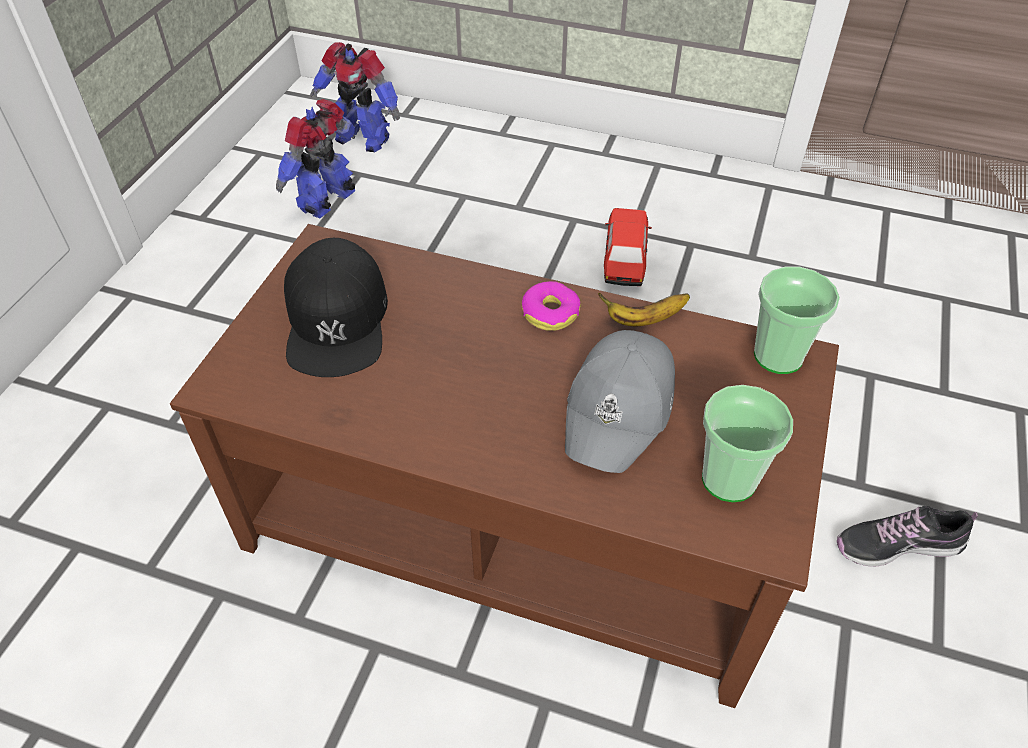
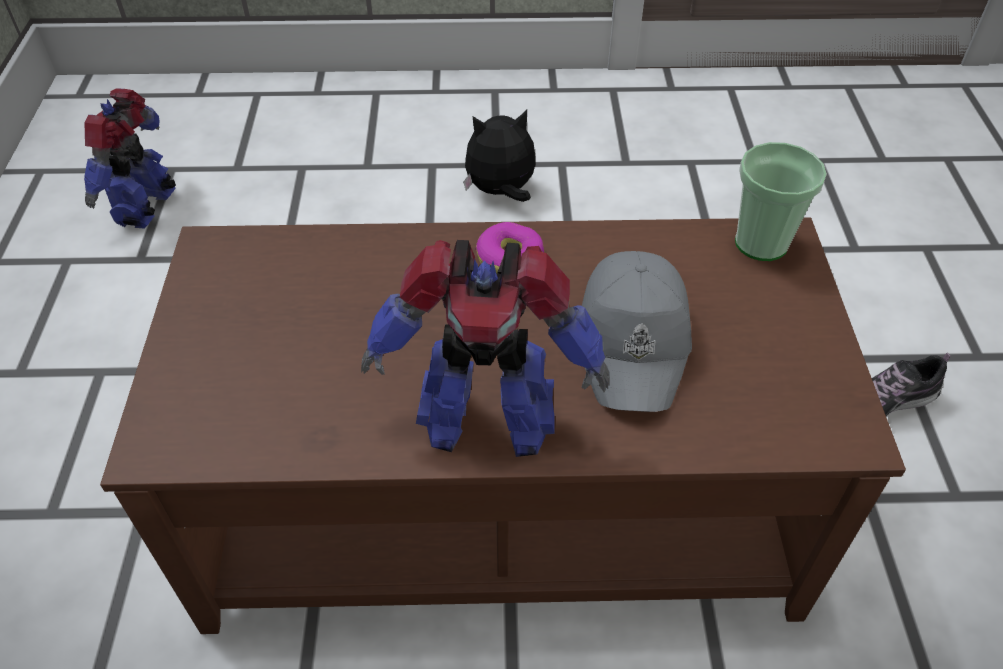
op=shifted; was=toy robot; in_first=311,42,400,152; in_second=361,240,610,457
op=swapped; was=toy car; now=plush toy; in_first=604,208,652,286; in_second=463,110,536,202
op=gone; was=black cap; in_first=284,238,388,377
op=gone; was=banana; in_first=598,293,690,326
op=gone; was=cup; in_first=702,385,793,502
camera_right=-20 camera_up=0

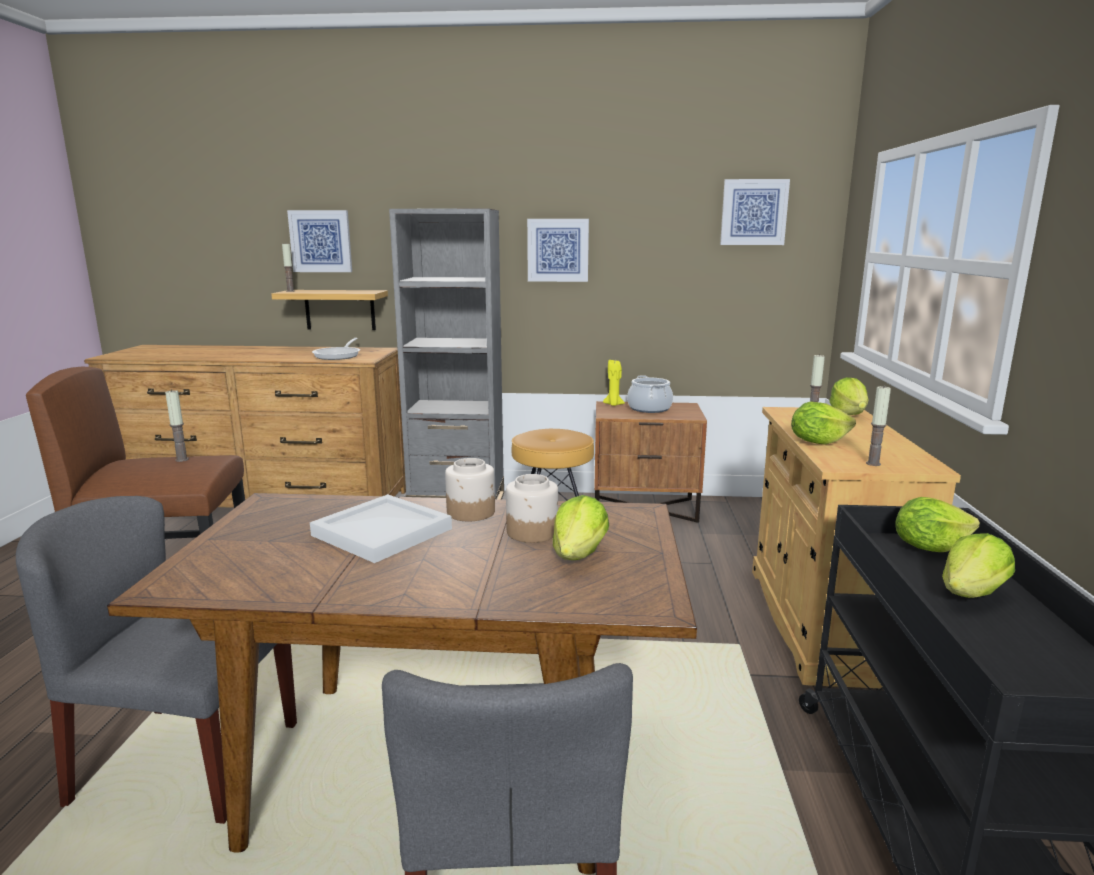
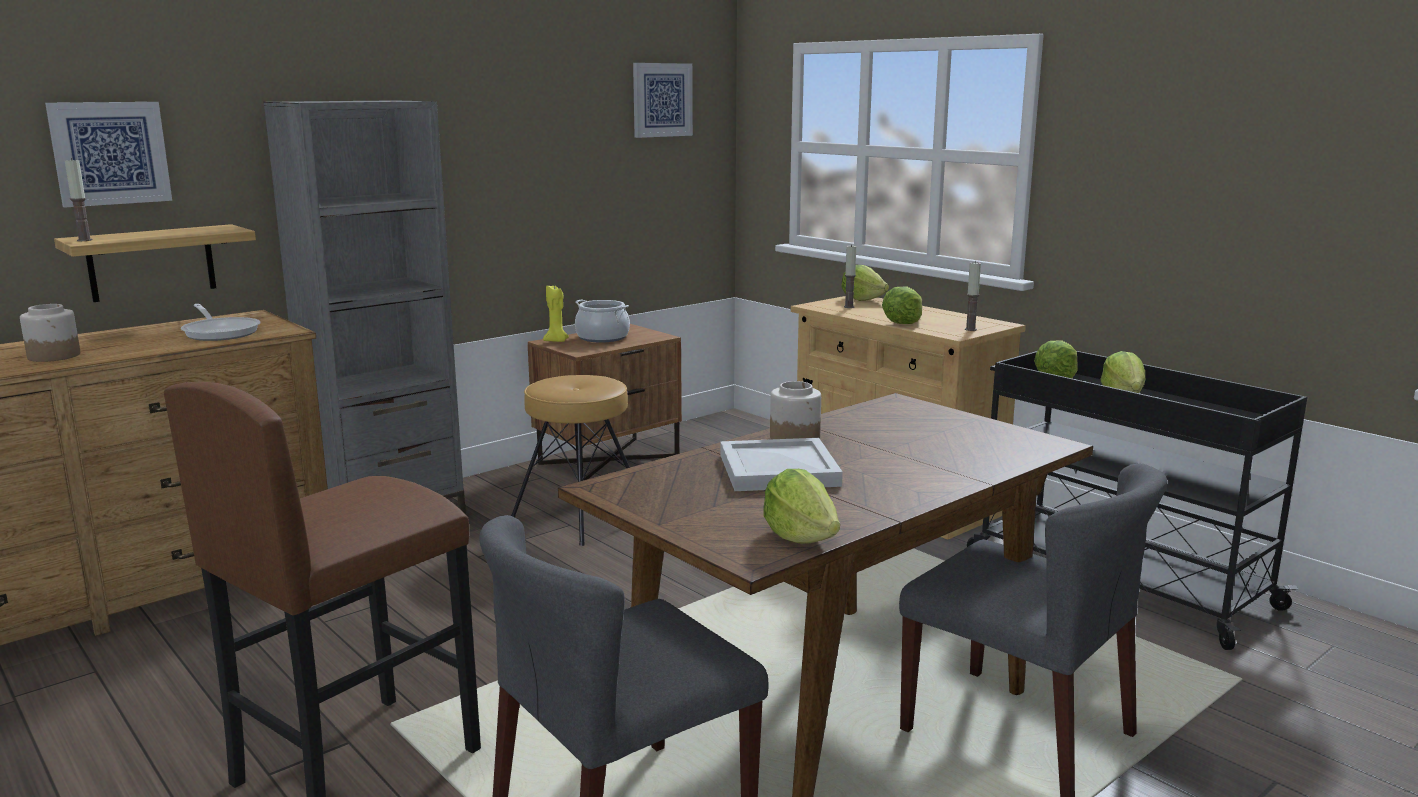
op=shifted; was=jar; in_first=506,474,558,543; in_second=20,304,80,362
op=shifted; was=lettuce; in_first=553,495,609,560; in_second=764,469,840,544
op=gone; was=candle; in_first=165,389,189,462
op=gone; was=picture; in_first=527,219,589,282
camera_right=-45 camera_up=0

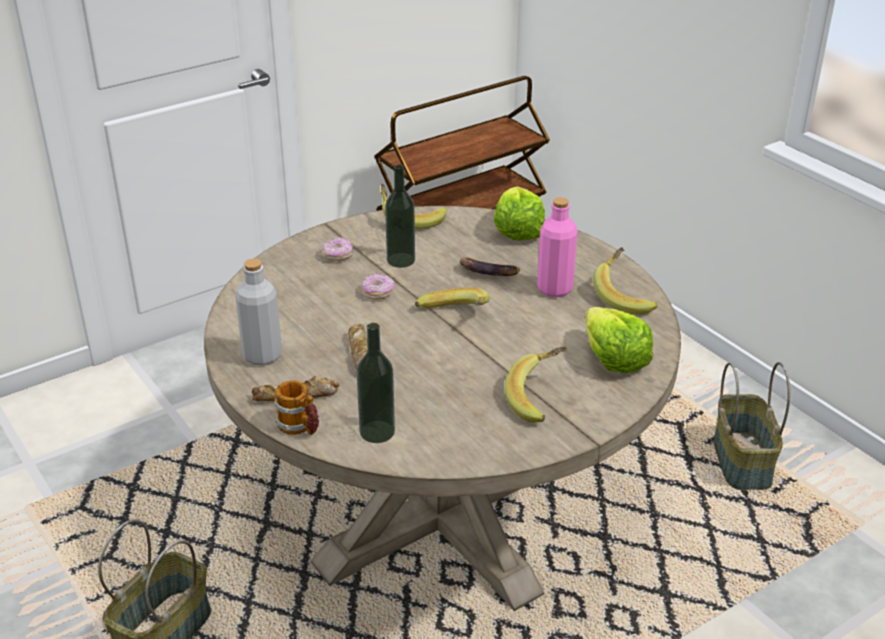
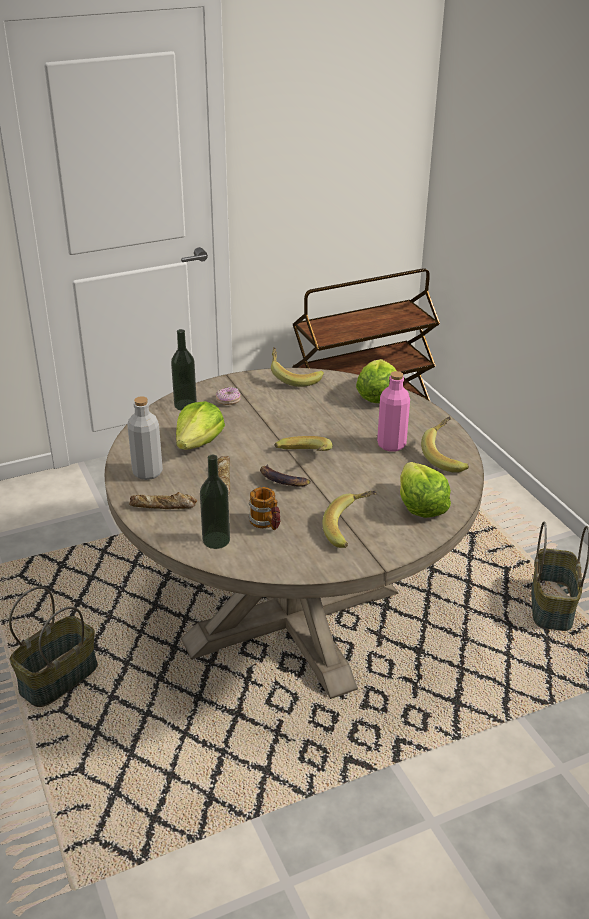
op=shifted; was=bottle; in_first=385,164,415,268; in_second=171,329,197,411
op=new; now=lettuce; in_second=176,401,225,450
op=shifted; was=mug; in_first=274,380,319,435; in_second=248,487,281,530
op=shifted; was=banana; in_first=460,257,520,276; in_second=260,464,311,487
op=gone; was=donut; in_first=362,274,395,300
camera_right=10 camera_up=0

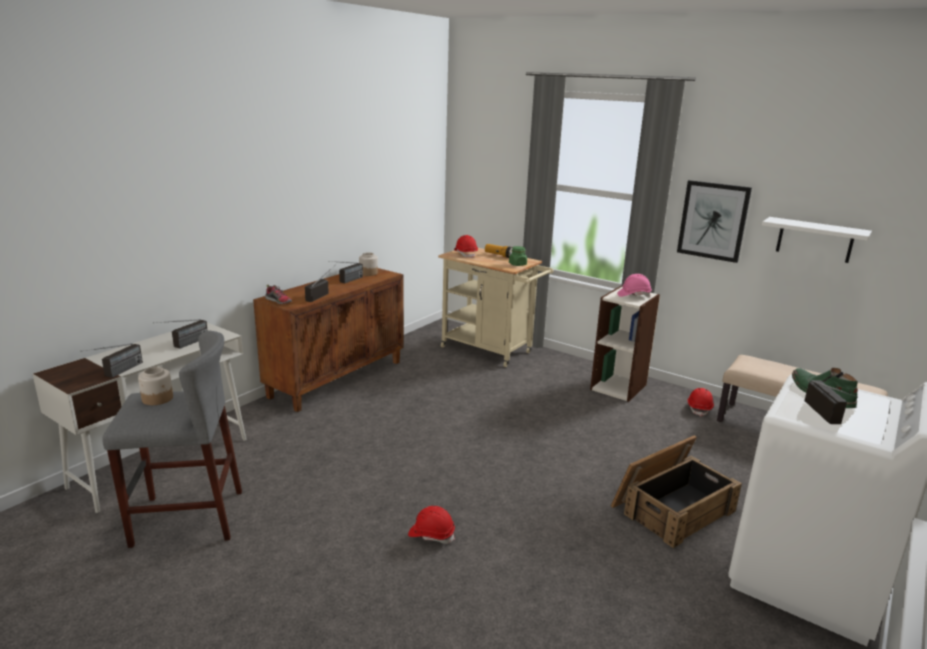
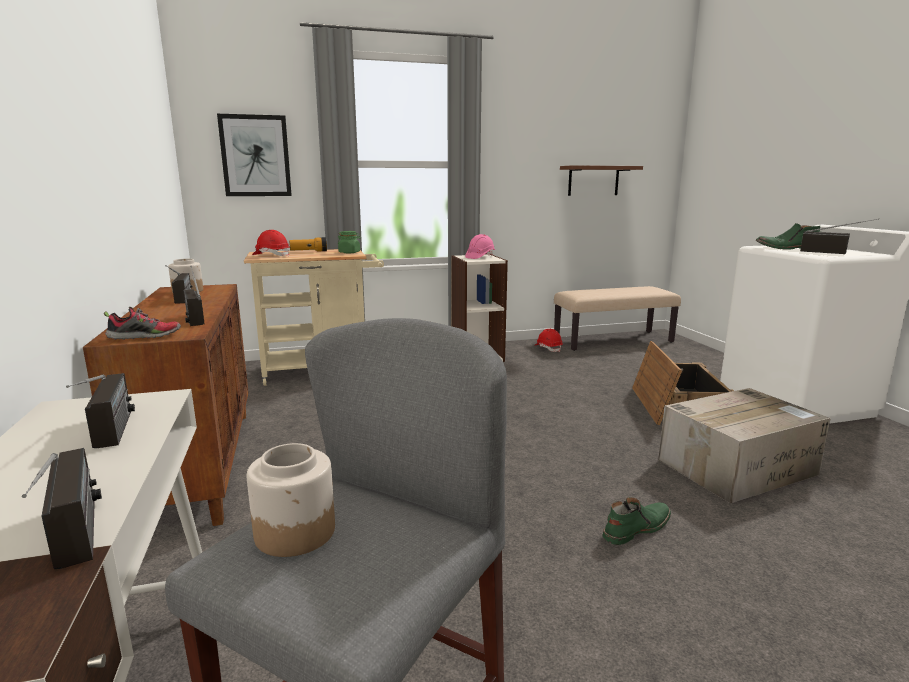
op=shifted; was=picture; in_first=677,180,752,263; in_second=217,114,292,196
op=repainted; was=white shelf; now=brown shelf; in_first=762,217,872,263; in_second=560,165,643,196
op=swapped; was=red hard hat; now=green boot; in_first=408,506,455,544; in_second=602,497,671,545
op=new; now=cardboard box; in_second=658,388,831,503
camera_right=-50 camera_up=-5

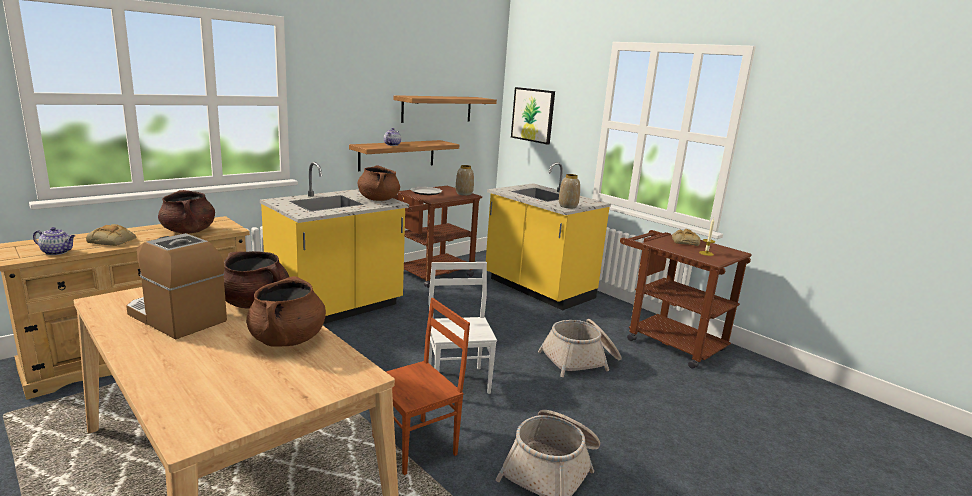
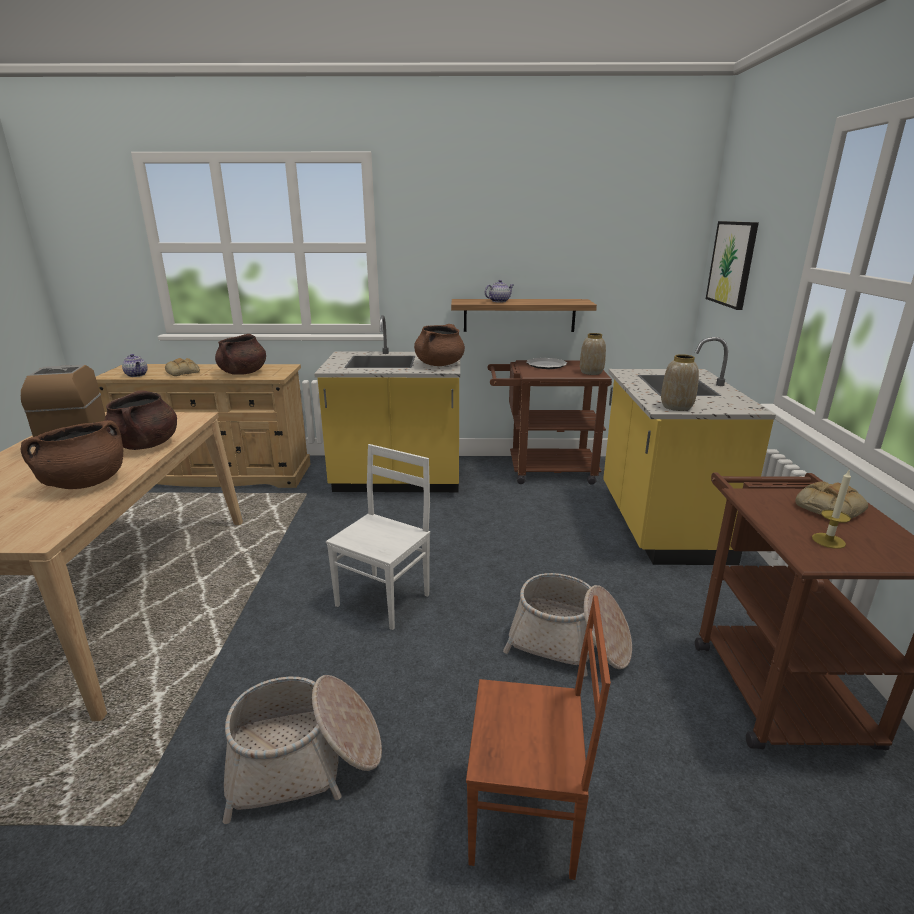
op=shifted; was=brown chair; in_first=372,298,470,475; in_second=466,595,611,880
op=gone; was=shelf; in_first=393,95,497,123
camera_right=45 camera_up=5

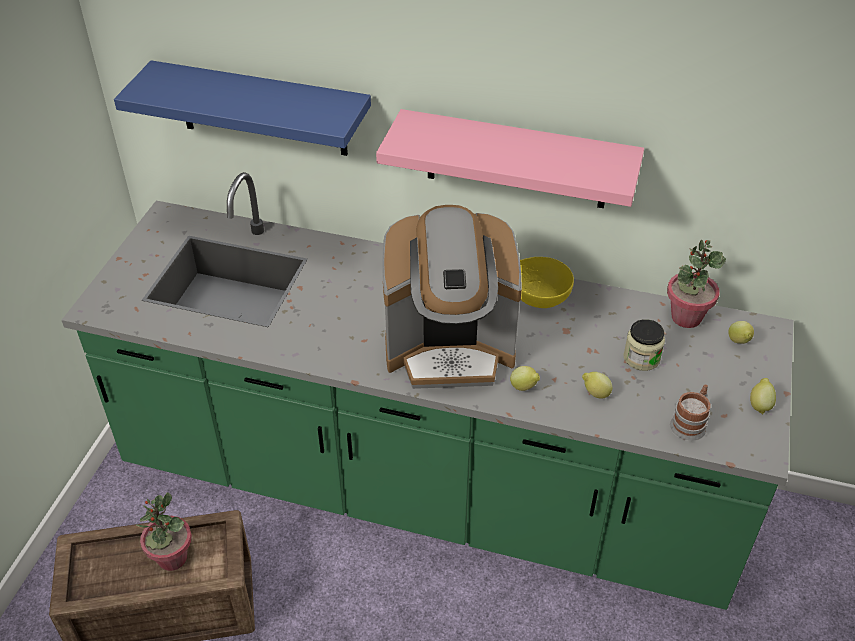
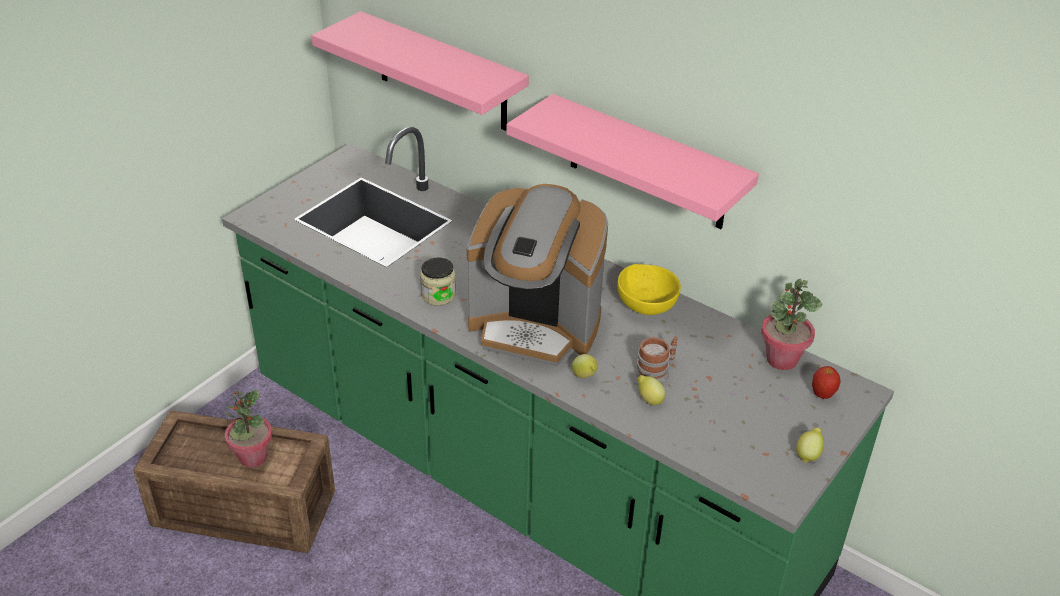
op=repainted; was=blue shelf; now=pink shelf; in_first=114,60,371,156; in_second=311,11,529,131
op=shifted; was=jar; in_first=623,319,665,371; in_second=420,257,456,306
op=shifted; was=mug; in_first=670,384,711,441; in_second=635,336,678,383
op=swapped; was=lemon; now=apple; in_first=728,321,754,344; in_second=812,366,841,399
camera_right=20 camera_up=-5

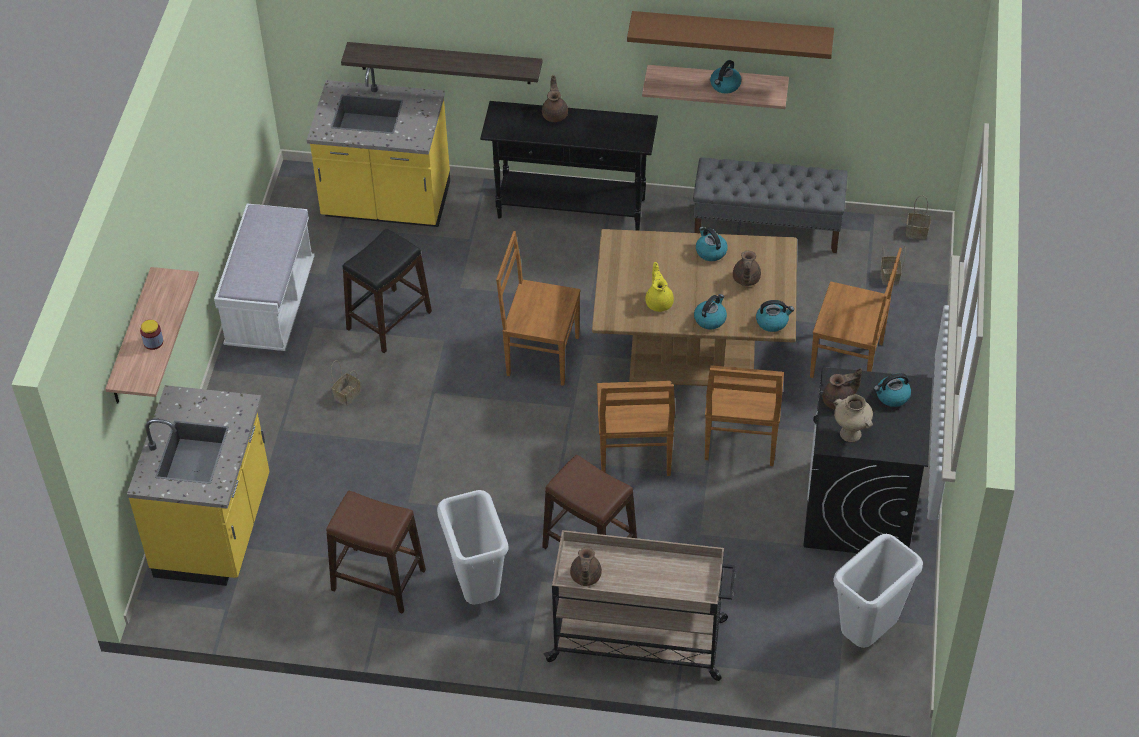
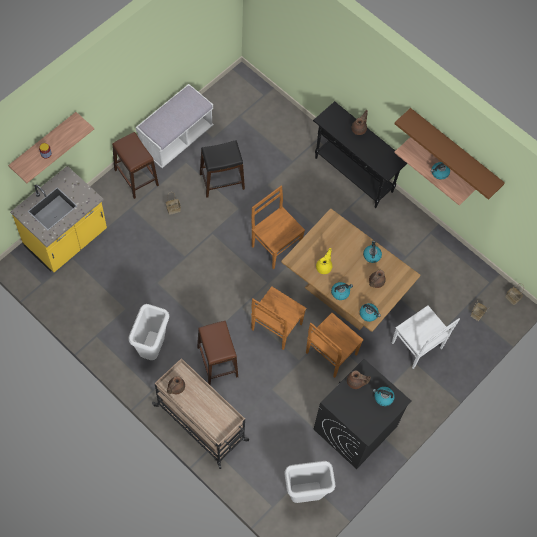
op=shifted; was=brown stool; in_first=326,491,426,614; in_second=112,132,159,199
op=repainted; was=brown chair; now=white chair; in_first=810,248,902,378; in_second=392,305,460,369
op=gone; was=yellow counter; in_first=307,68,450,227
op=gone; was=shelf; in_first=341,42,542,84
op=gone; was=grey bench; in_first=693,157,848,253
op=gone; was=beige vase; in_first=834,394,873,442
camera_right=30 camera_up=15

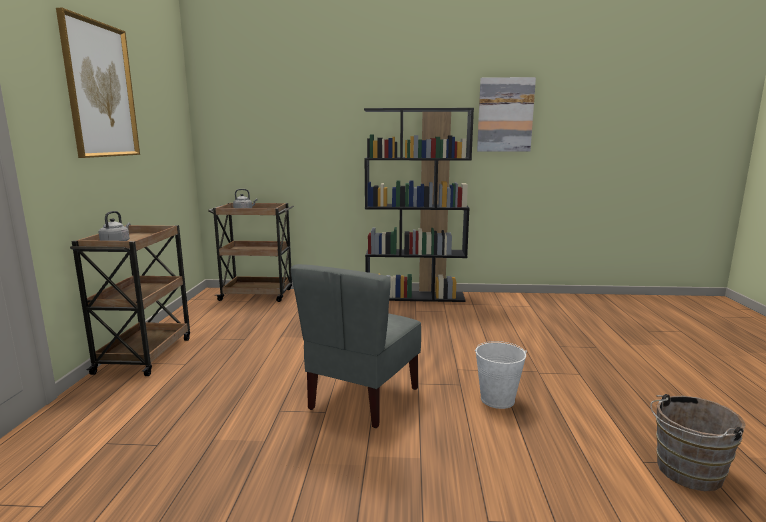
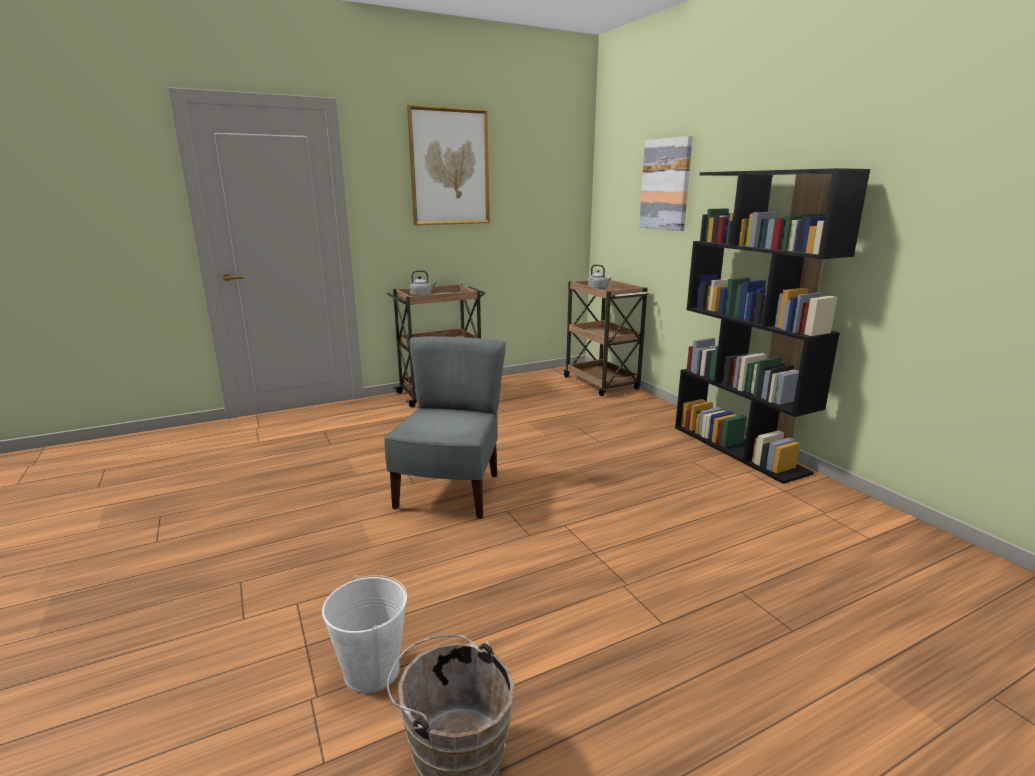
op=shifted; was=white bucket; in_first=475,341,527,409; in_second=322,575,407,694
op=rotated; was=grey chair; in_first=291,264,421,428; in_second=385,336,506,519; clockwise=105
op=shifted; was=picture; in_first=477,77,536,152; in_second=639,136,693,231
camera_right=60 camera_up=5

